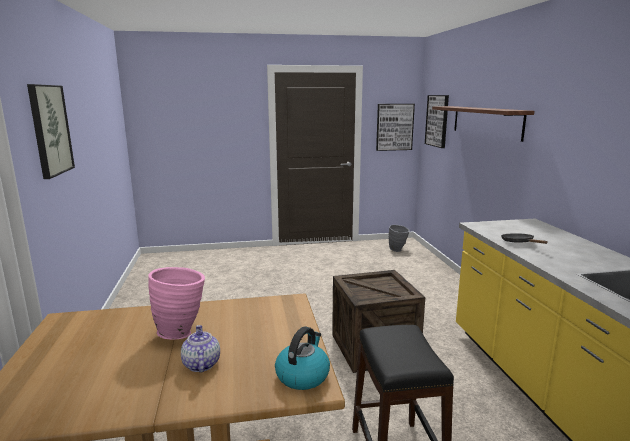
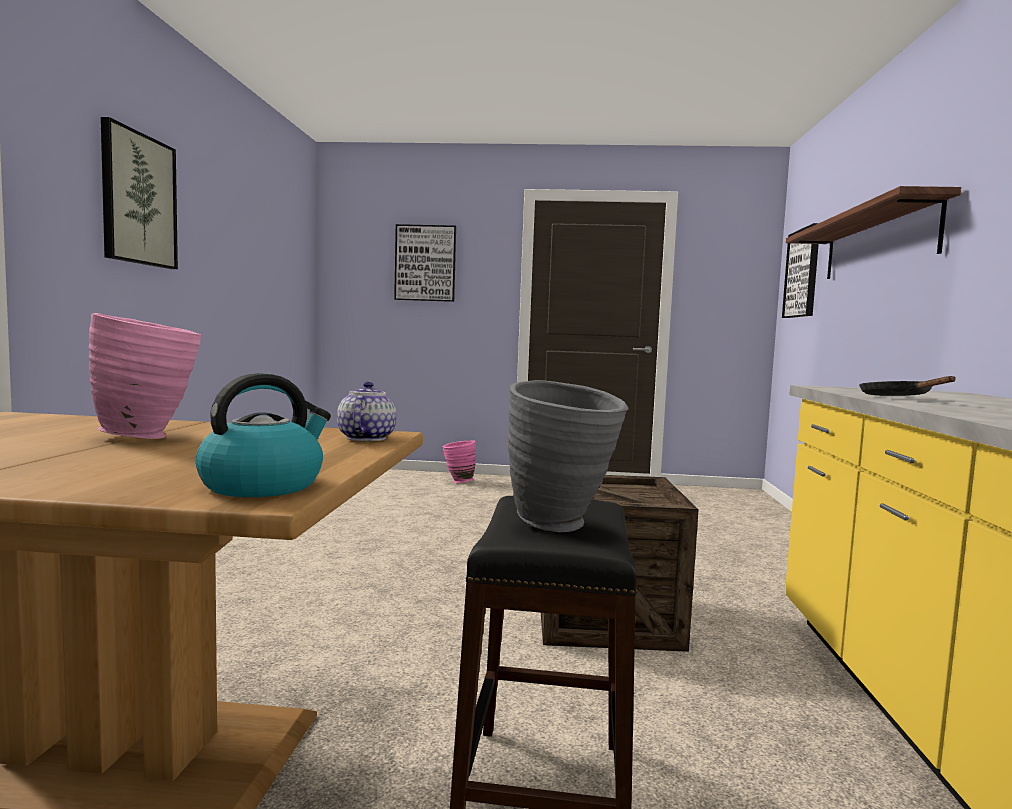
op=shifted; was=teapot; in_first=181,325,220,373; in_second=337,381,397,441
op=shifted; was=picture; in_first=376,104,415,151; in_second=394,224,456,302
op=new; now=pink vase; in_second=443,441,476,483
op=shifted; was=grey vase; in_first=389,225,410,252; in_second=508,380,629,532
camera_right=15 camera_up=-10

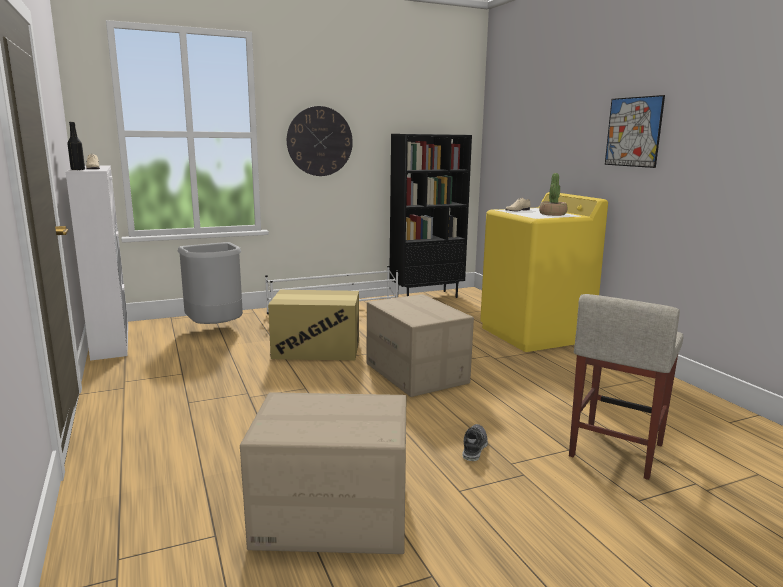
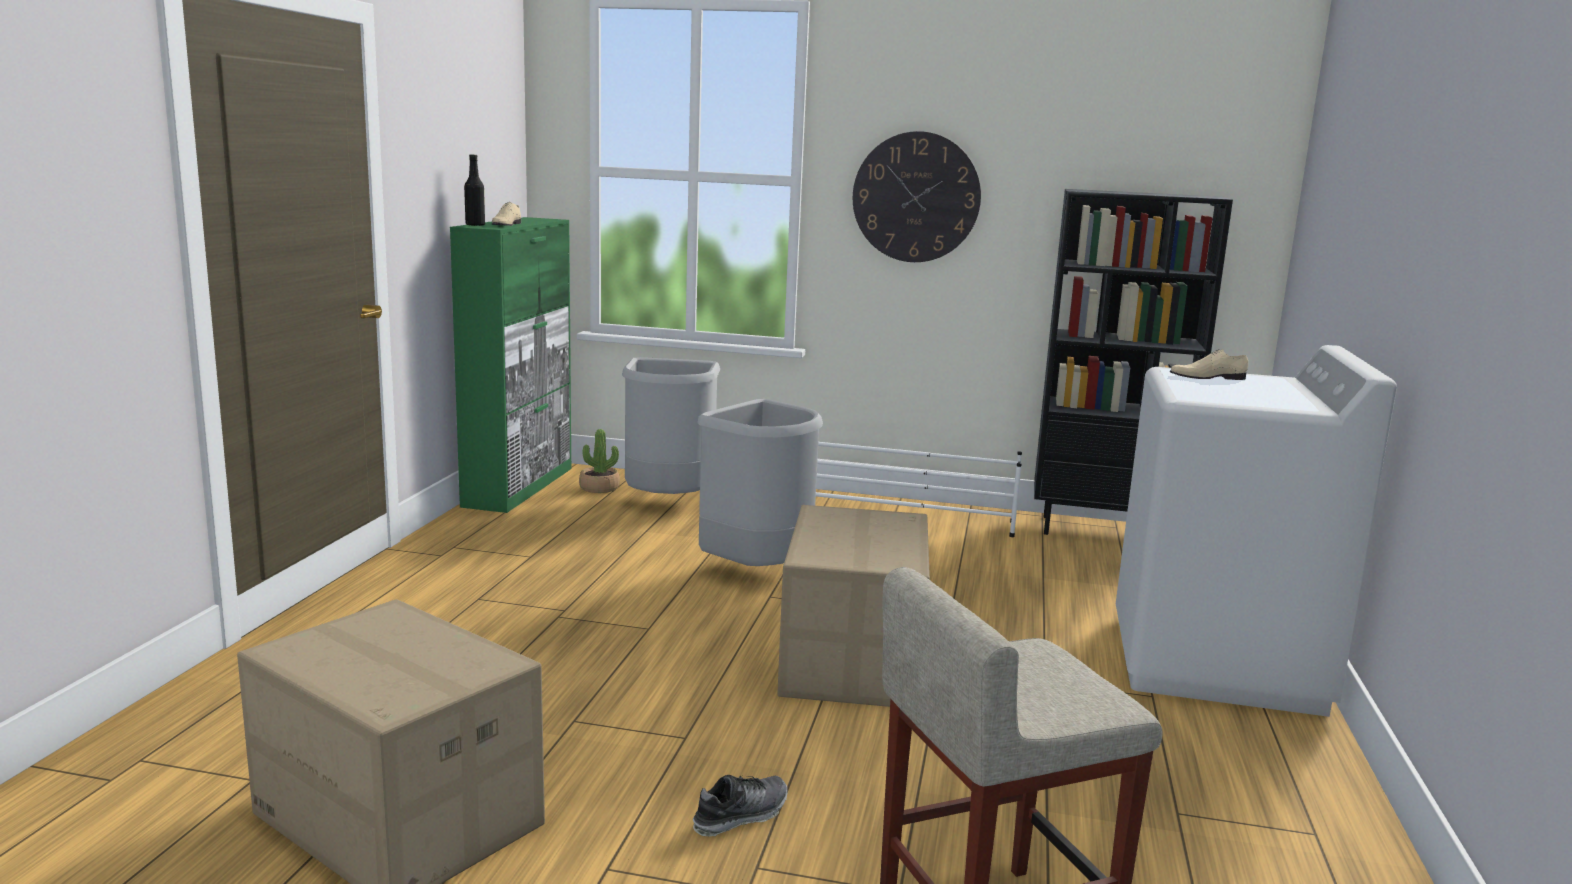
op=repainted; was=white cabinet; now=green cabinet; in_first=66,166,128,361; in_second=450,217,571,513
op=shifted; was=potted plant; in_first=539,173,567,216; in_second=579,429,620,493
op=swapped; was=cardboard box; now=grey trash can; in_first=268,290,359,360; in_second=697,399,823,566
op=repainted; was=yellow washing machine; now=white washing machine; in_first=480,192,608,352; in_second=1116,345,1397,717
op=gone; was=picture; in_first=605,95,665,168
camera_right=35 camera_up=0

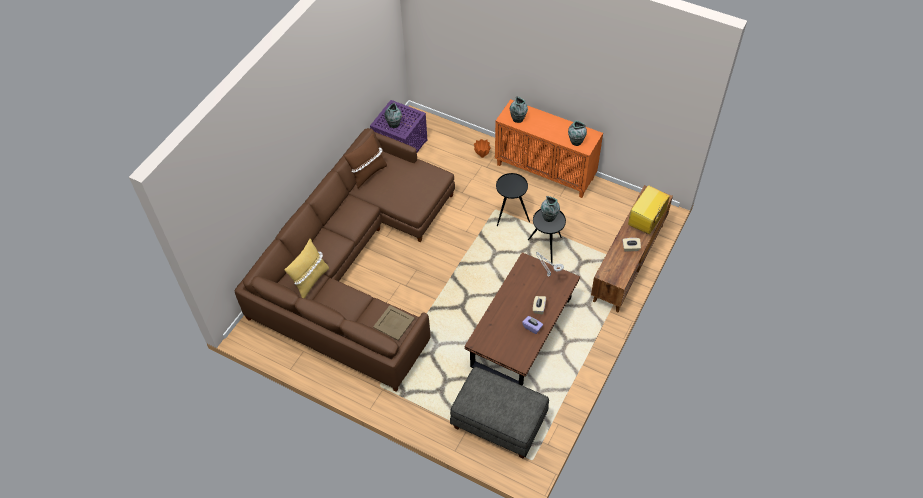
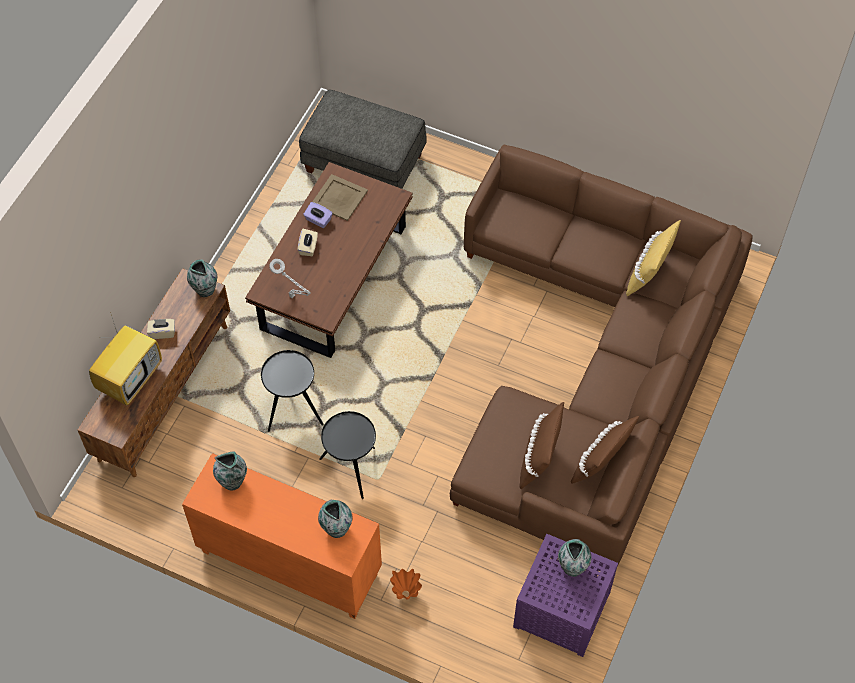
op=shifted; was=vase; in_first=541,196,560,222; in_second=187,260,218,297
op=shifted; was=beige tray; in_first=373,305,415,341; in_second=312,174,368,221
op=new; now=brown pillow; in_second=519,402,564,489
camera_right=175 camera_up=5

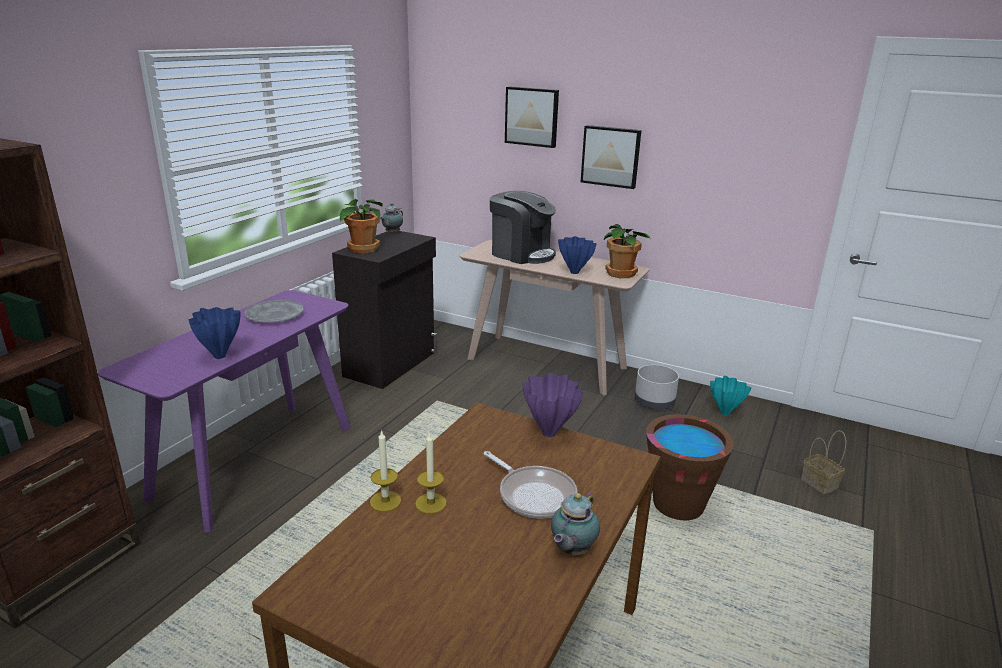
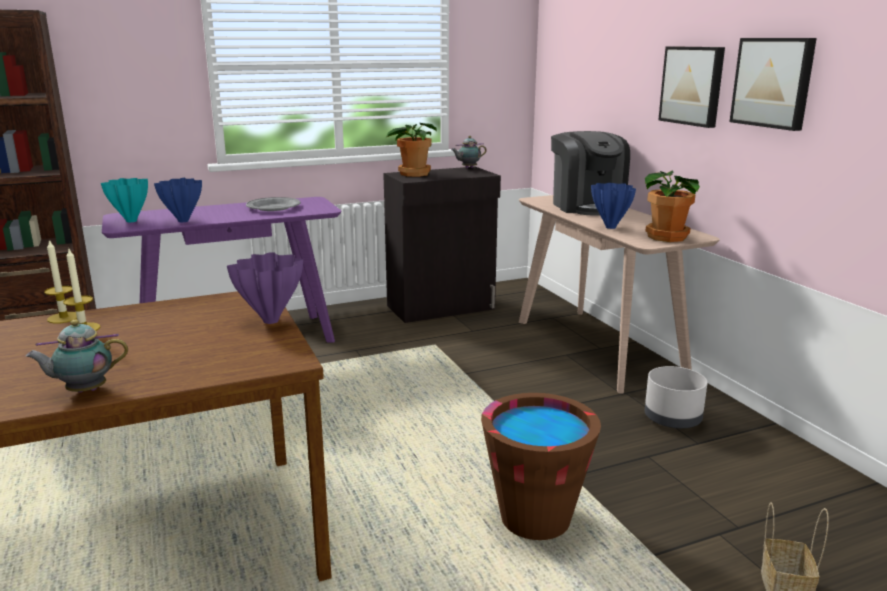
op=shifted; was=turquoise vase; in_first=710,376,751,415; in_second=101,178,148,222
op=shifted; was=picture; in_first=505,86,559,148; in_second=729,38,817,131
op=gone; was=frying pan; in_first=483,451,577,518
camera_right=40 camera_up=-5

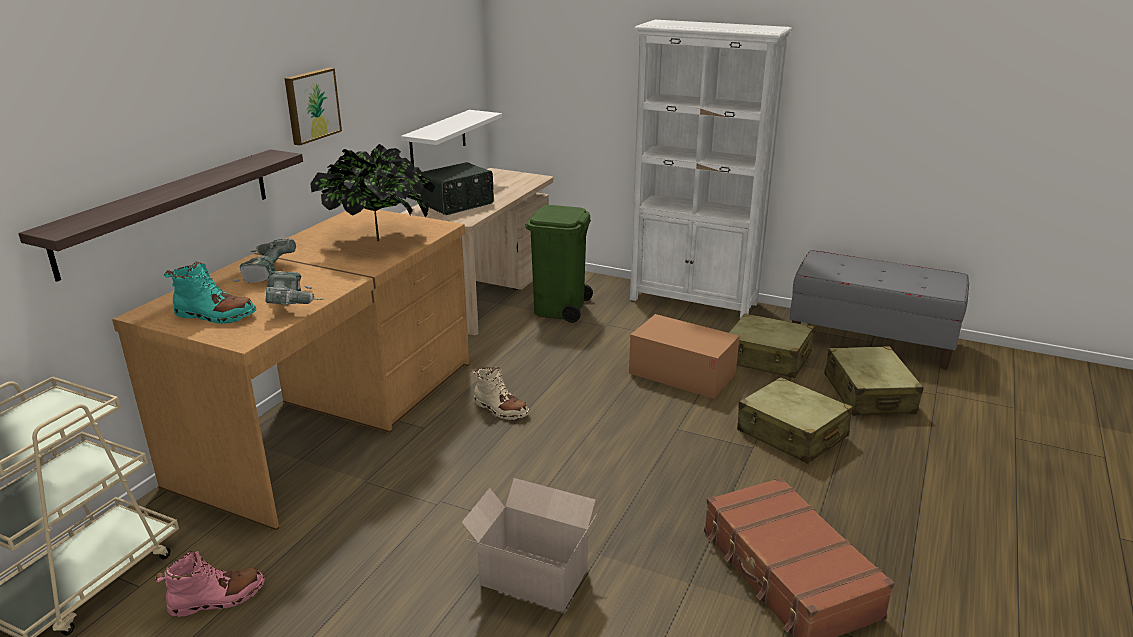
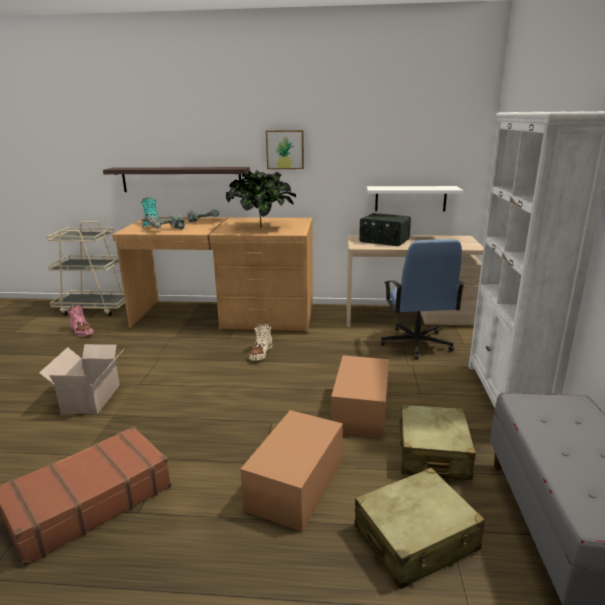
op=swapped; was=beige suitcase; now=cardboard box; in_first=737,377,852,464; in_second=240,410,343,532
op=swapped; was=green trash can; now=blue office chair; in_first=526,205,593,323; in_second=381,239,464,360
camera_right=70 camera_up=-5

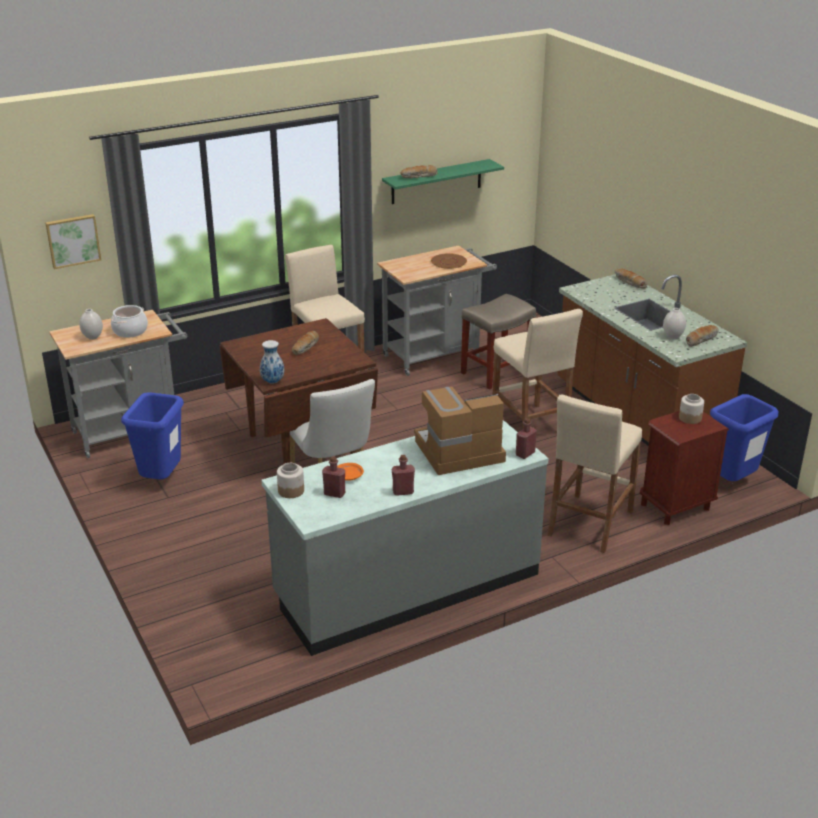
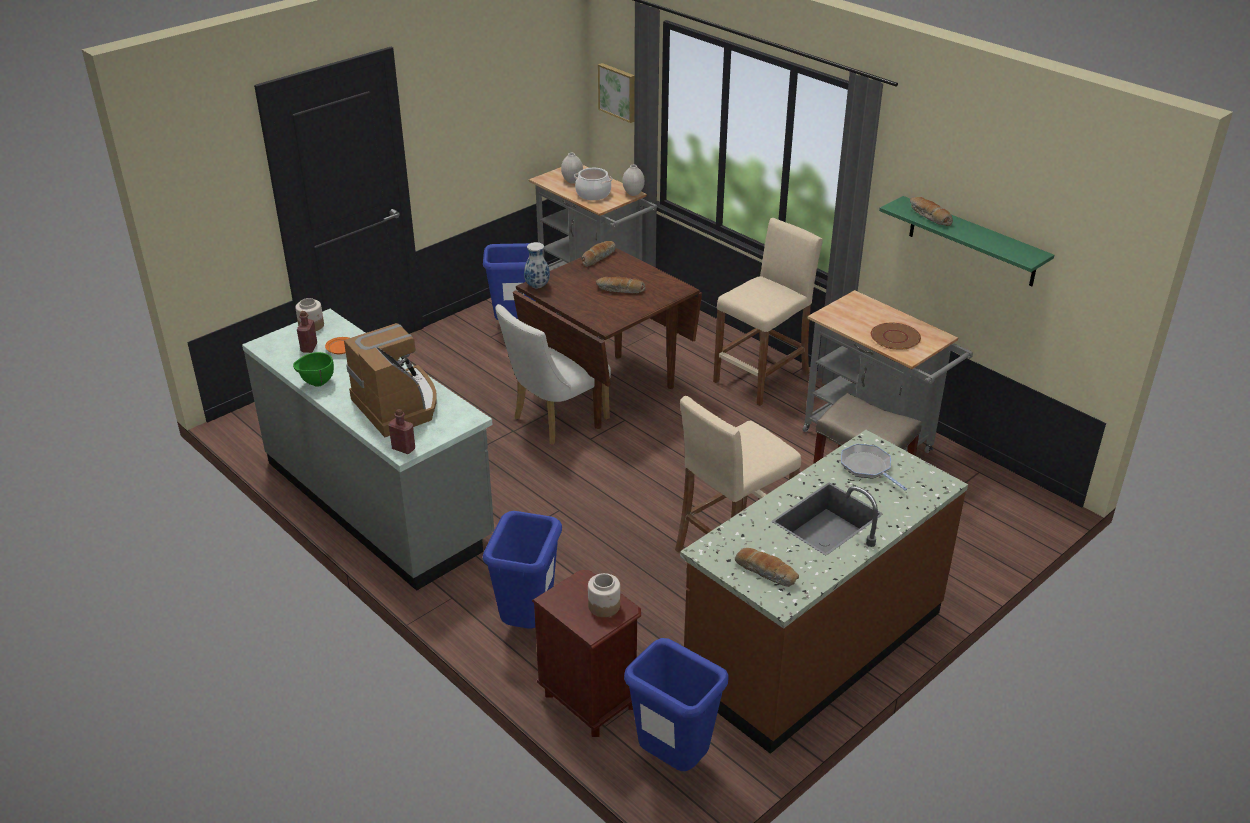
op=swapped; was=red bottle; now=green bowl; in_first=392,455,415,496; in_second=293,352,334,387
op=swapped; was=beige stool; now=blue trash can; in_first=547,395,642,553; in_second=483,511,562,629
op=shifted; was=bread; in_first=615,269,647,289; in_second=581,241,616,267
op=shifted; was=white vase; in_first=663,308,686,339; in_second=622,165,645,196
op=new; now=frying pan; in_second=841,444,907,491
camera_right=75 camera_up=5

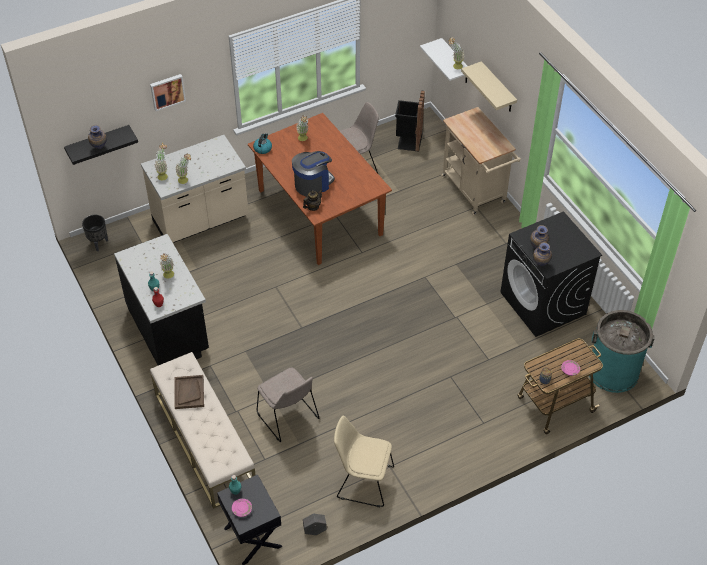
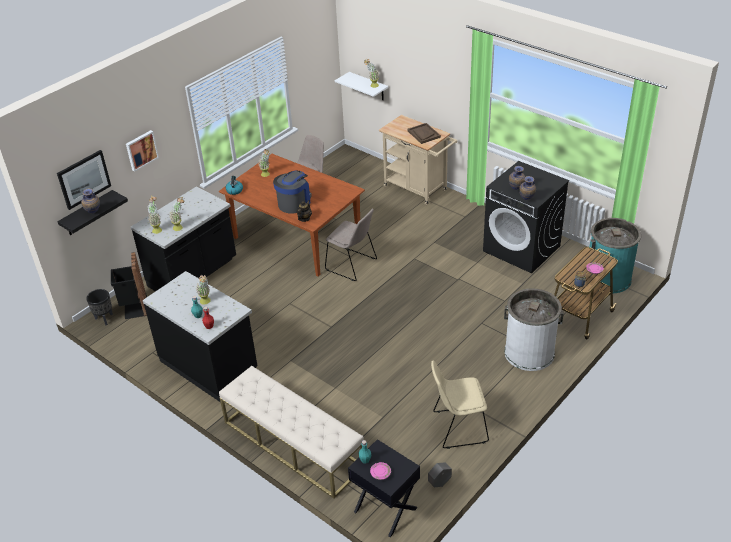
op=new; now=picture; in_second=57,150,111,210
op=shifted; was=black trash can; in_first=395,91,425,152; in_second=111,252,147,319
op=repainted; was=beige counter; now=black counter; in_first=141,135,249,243; in_second=131,186,236,292
op=shifted; was=beige chair; in_first=257,367,320,442; in_second=325,208,377,281
op=shifted; was=brown tray; in_first=175,375,204,409; in_second=407,123,441,144
op=new; now=white trash can; in_second=504,288,564,371
op=gone; was=beige shelf; in_first=461,61,517,112
camera_right=-20 camera_up=-10

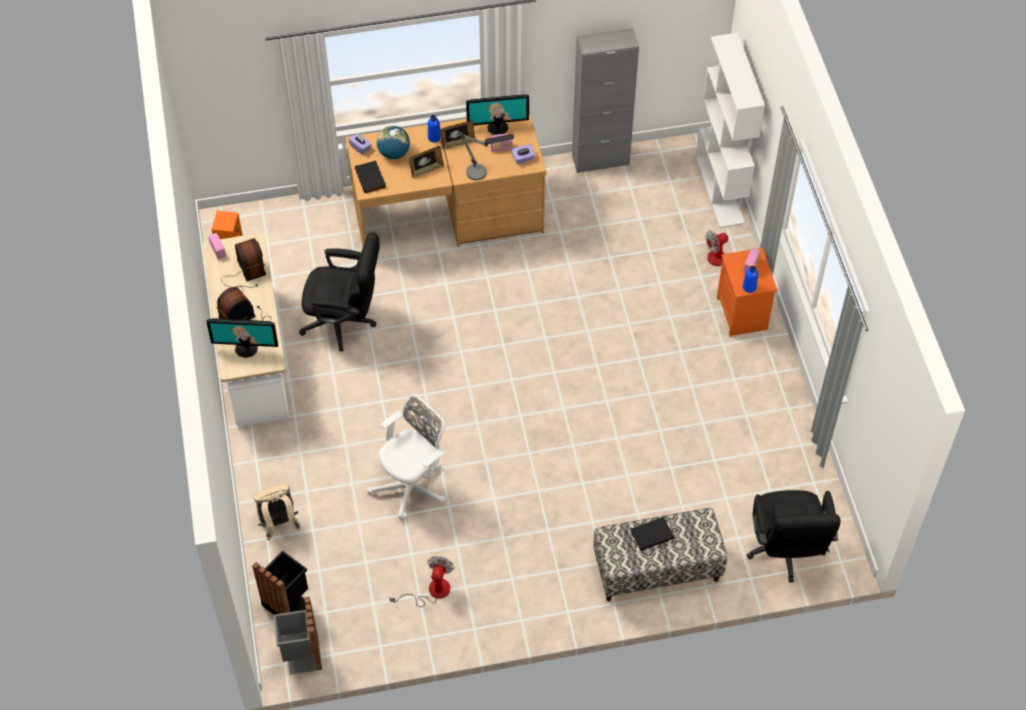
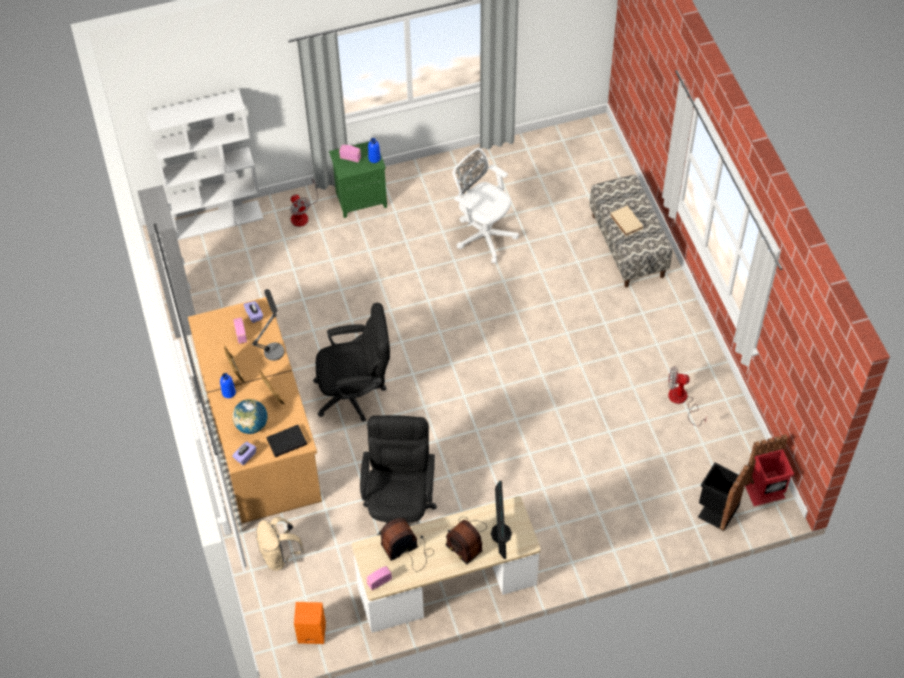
op=shifted; was=beige backpack; in_first=254,484,301,540; in_second=256,517,304,571
op=shifted; was=black office chair; in_first=747,490,841,582; in_second=313,303,390,422
op=repainted; was=orange nightstand; now=green nightstand; in_first=717,248,778,337; in_second=329,141,387,218
op=shifted; was=white office chair; in_first=367,394,446,520; in_second=453,148,519,264
op=repainted; was=black book; now=beige book; in_first=631,517,674,551; in_second=610,206,644,236
op=repainted; was=grey trash can; now=red trash can; in_first=274,597,322,675; in_second=745,434,794,506
op=gone; was=monitor; in_first=466,94,529,135
camera_right=-95 camera_up=0

